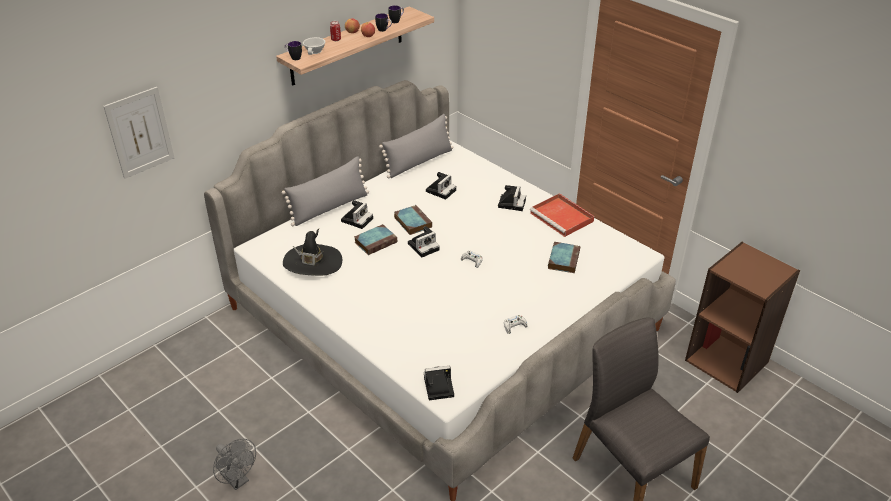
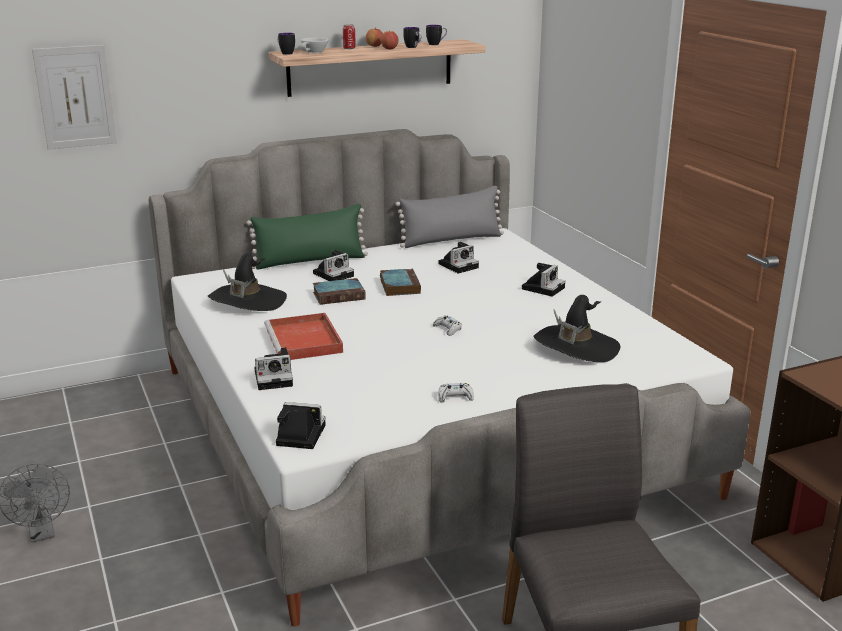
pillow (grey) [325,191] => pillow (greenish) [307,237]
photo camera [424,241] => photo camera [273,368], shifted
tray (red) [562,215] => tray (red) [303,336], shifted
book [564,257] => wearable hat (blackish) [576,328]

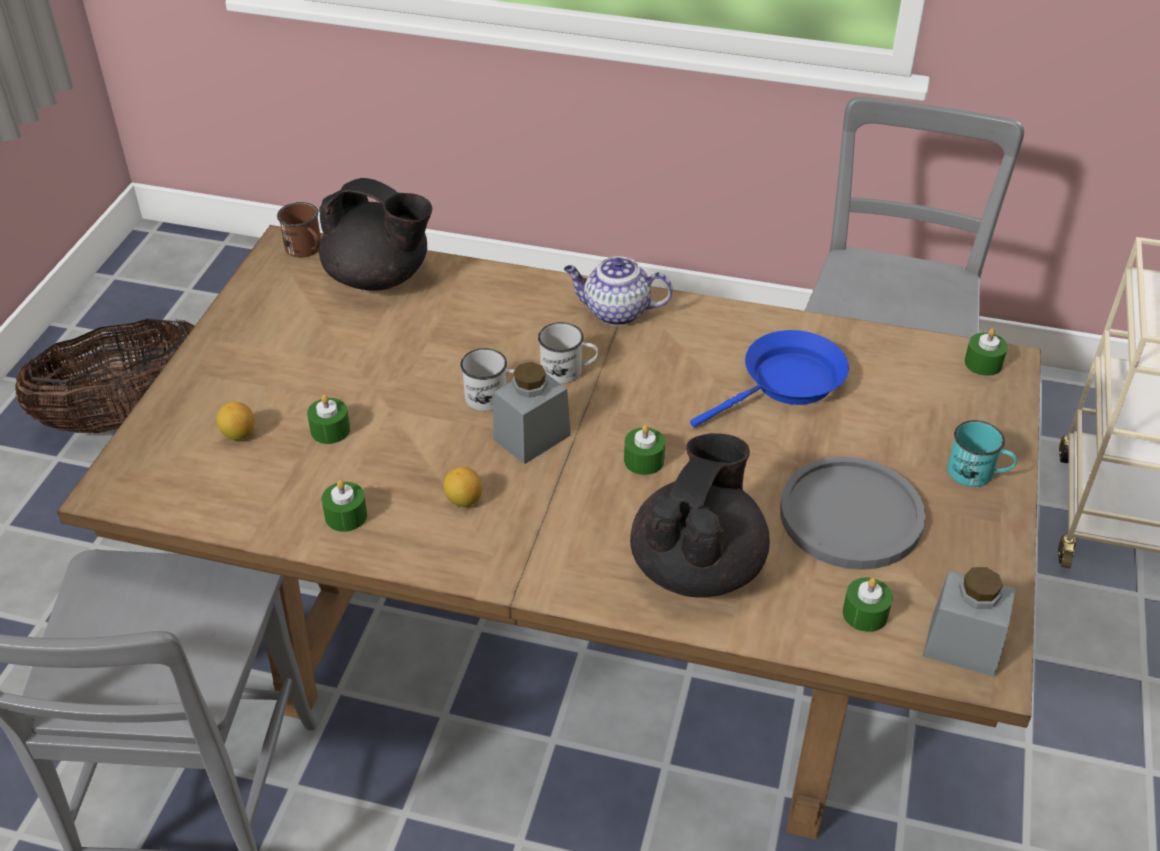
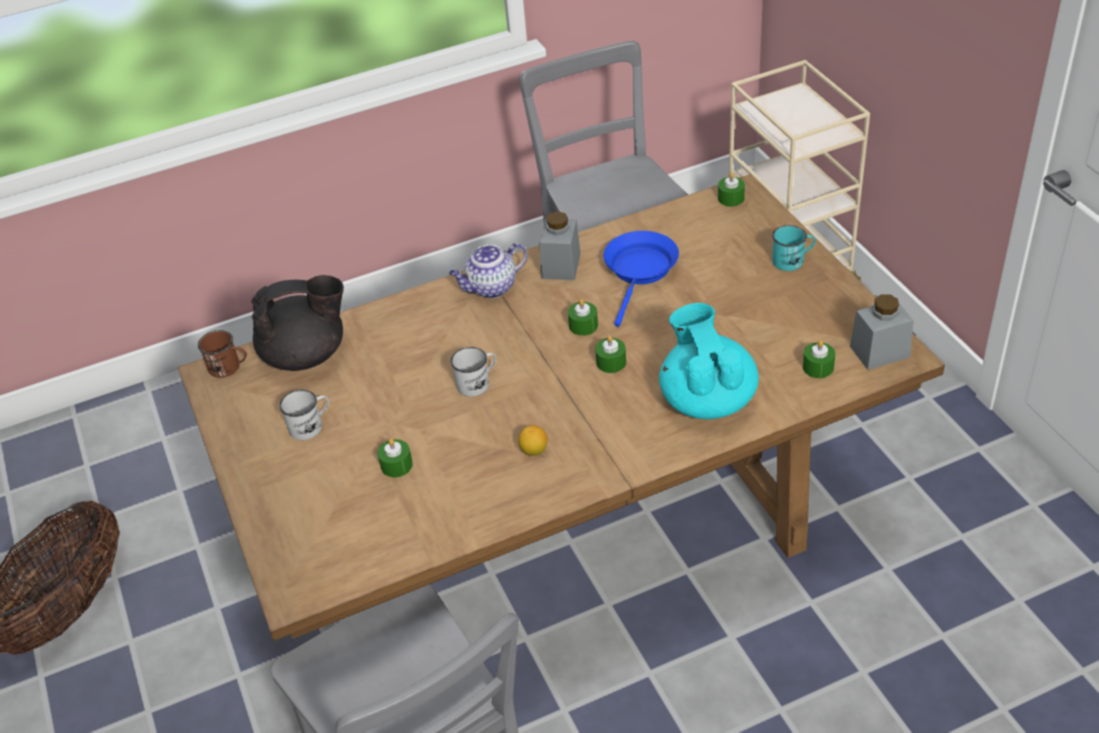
whole lemon [236,421] => nothing
wax light (greenish) [344,506] => wax light (greenish) [583,317], shifted
preserve jar (grey) [532,413] => preserve jar (grey) [560,245], shifted
tea mug (white-coloured) [568,353] => tea mug (white-coloured) [304,415], shifted
tea pot (blackish) [700,515] => tea pot (blue-green) [709,361]
plate (grey) [852,513] => nothing

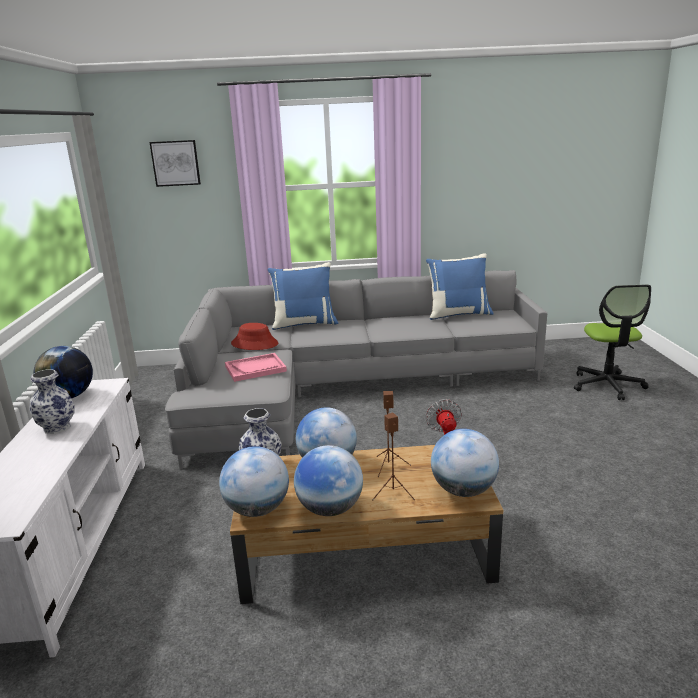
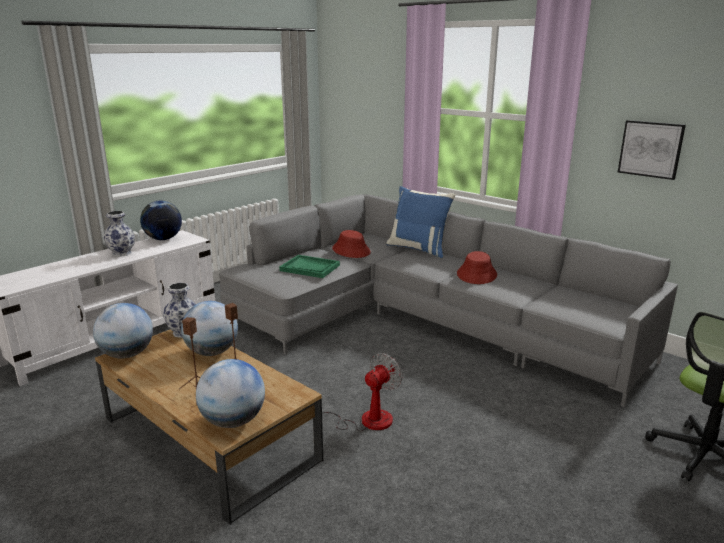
wall picture [175,163] => wall picture [652,150], shifted
tray (pinkish) [256,367] => tray (greenish) [309,266]
desk globe [328,480] => nothing
pillow (bluish) [460,286] => nothing
nothing => wearable hat (red) [477,267]

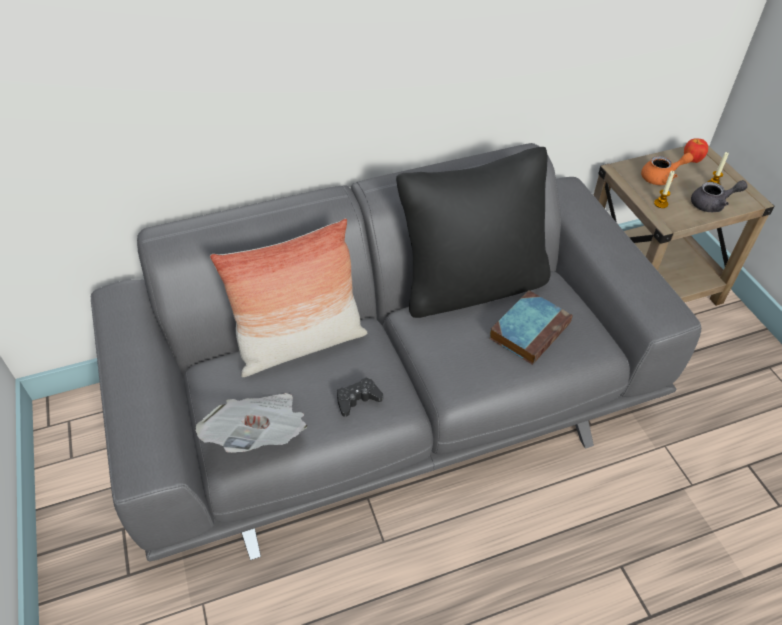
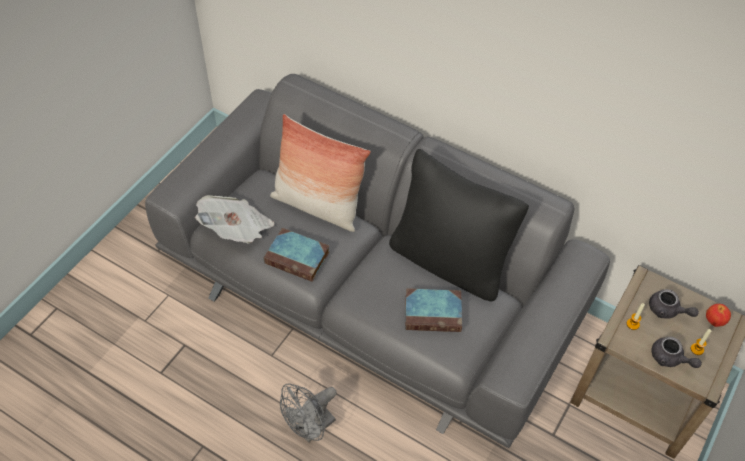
gamepad (blackish) [360,397] => book [297,255]
tea pot (orange) [667,169] => tea pot (grey) [674,304]
nothing => cooling fan (grey) [308,413]

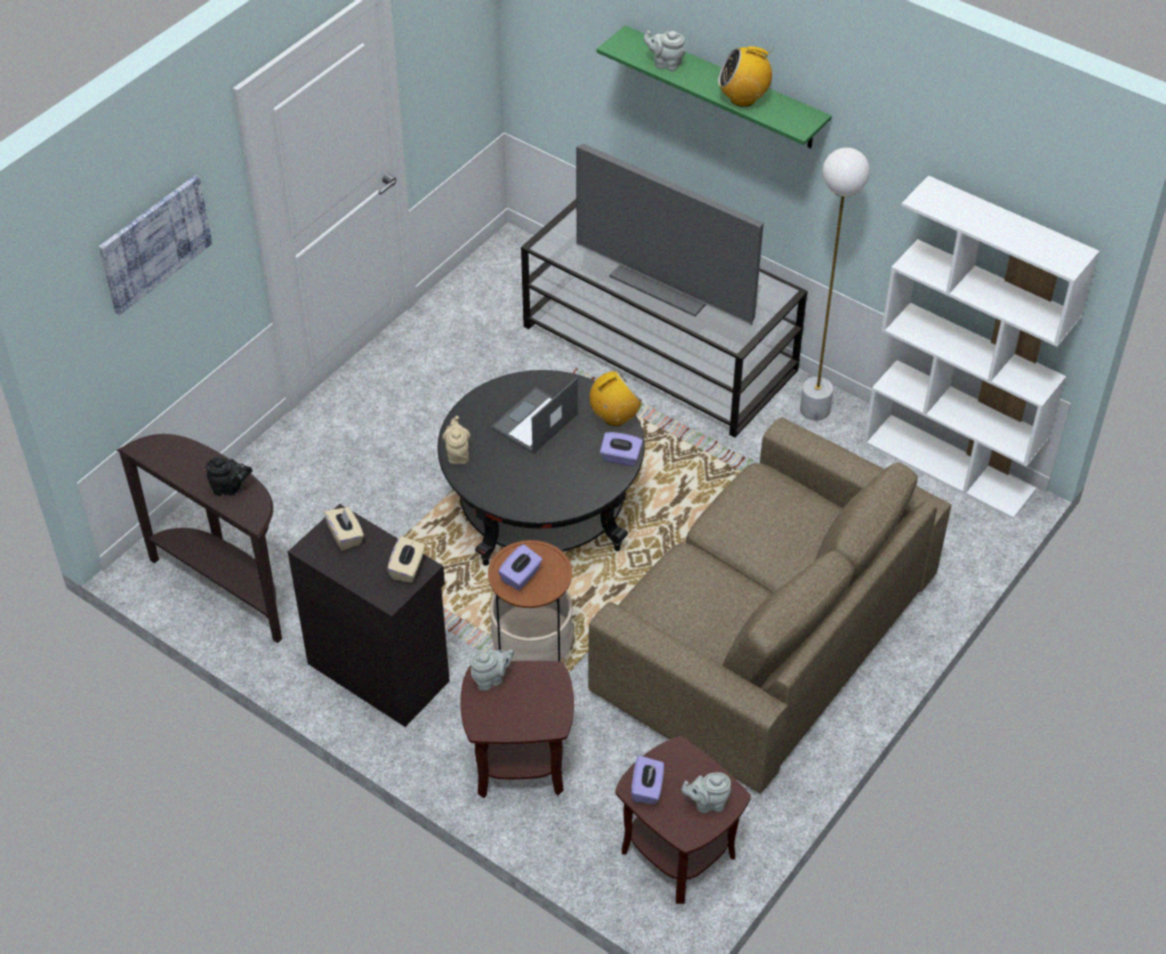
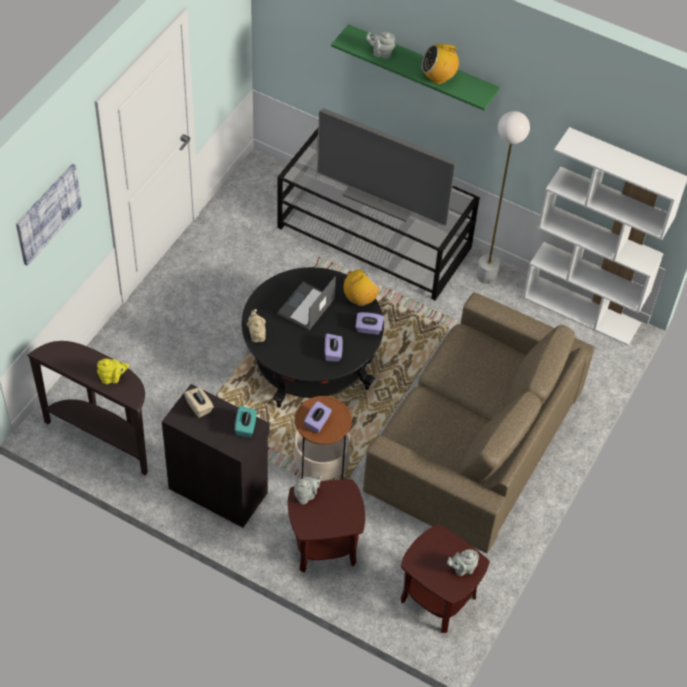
tea pot (blackish) [229,477] => tea pot (yellow-coloured) [113,371]
tissue holder (beige) [406,559] => tissue holder (blue-green) [246,421]
tissue holder (purplish) [647,780] => tissue holder (purplish) [334,348], shifted

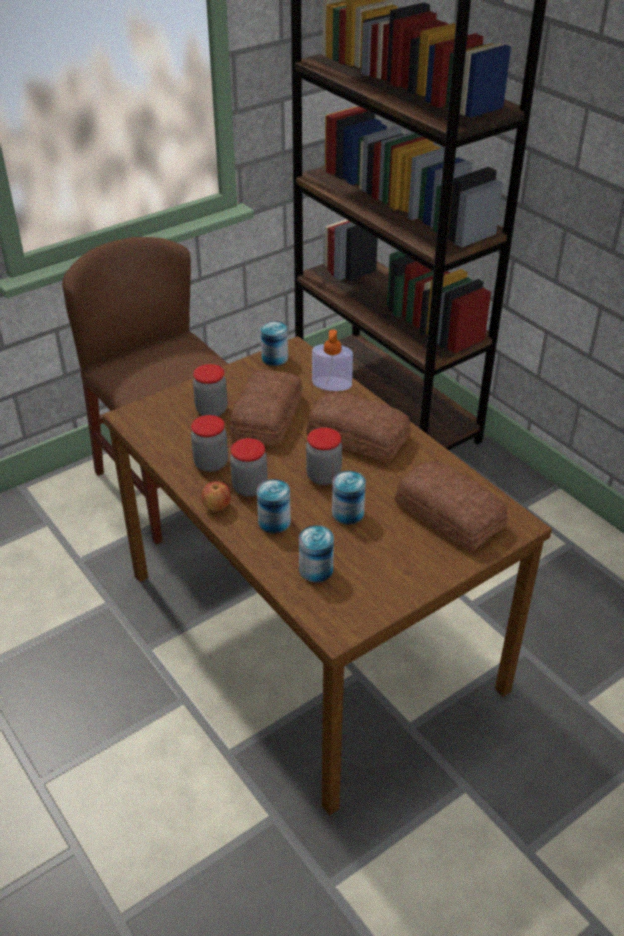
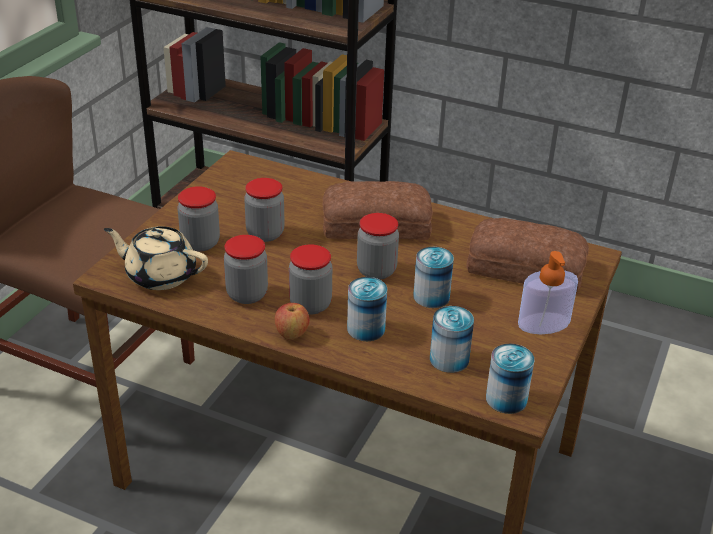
bakery bread [266,408] => preserve jar [264,210]
metal can [274,343] => metal can [510,379], shifted
soap dispenser [332,360] => soap dispenser [548,292], shifted
nothing => tea pot (beige) [156,258]

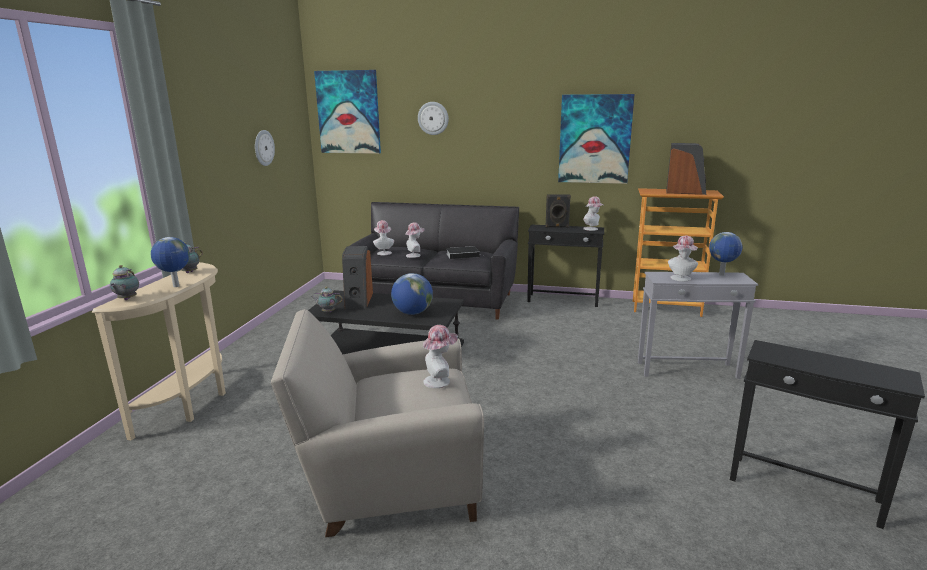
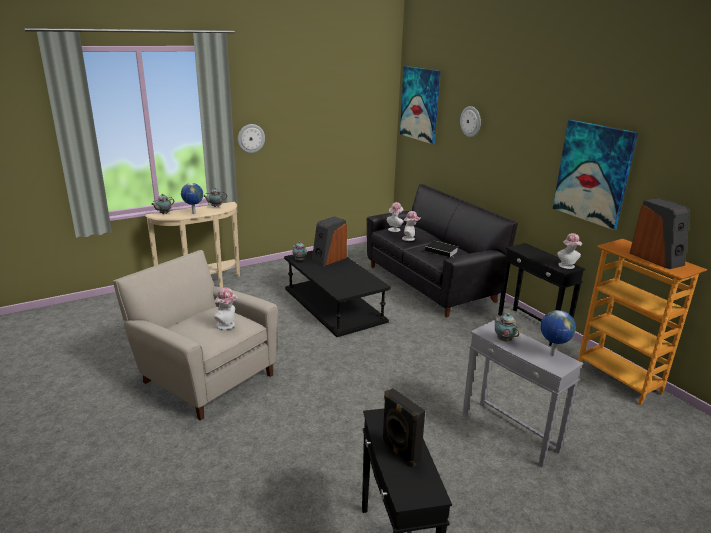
hanging clock [265,148] => hanging clock [251,138], shifted
desk globe [412,294] => nothing
loudspeaker (blackish) [558,211] => loudspeaker (blackish) [403,427], shifted
wearable hat [683,258] => tea pot [506,327]

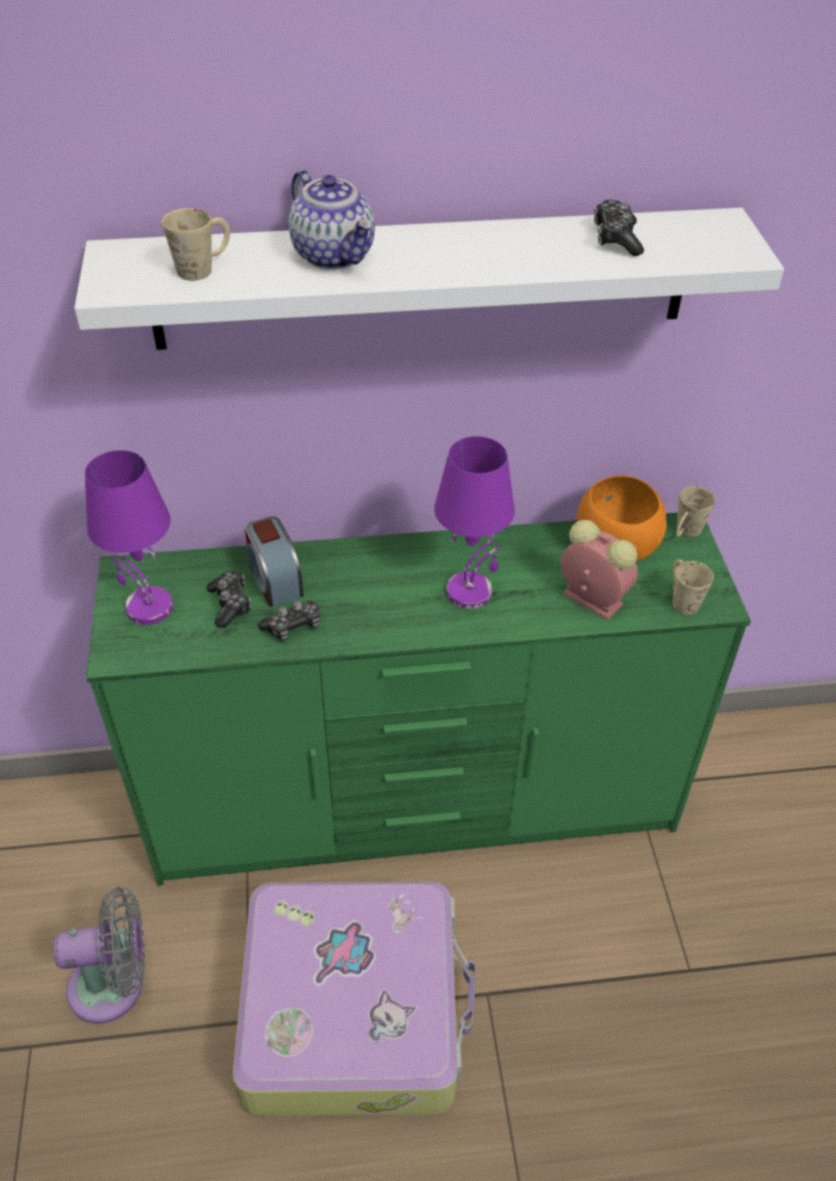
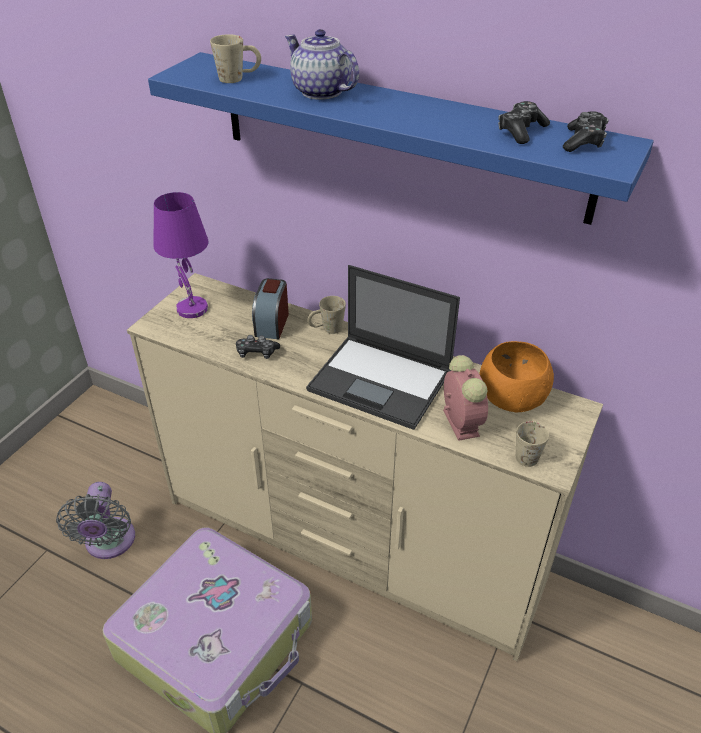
cooling fan (grey) [99,955] => cooling fan (grey) [95,520], 60 degrees clockwise
bracket shelf (white-coloured) [429,279] => bracket shelf (bluish) [401,138]
chest of drawers (greenish) [418,699] => chest of drawers (beige) [365,467]
gamepad [229,599] => gamepad [586,131], shifted
tea pot [332,219] => tea pot [322,64], 135 degrees clockwise
tabletop lamp (purplish) [474,522] => portable computer [383,347]
tea mug (beige) [695,511] => tea mug (beige) [326,315], shifted

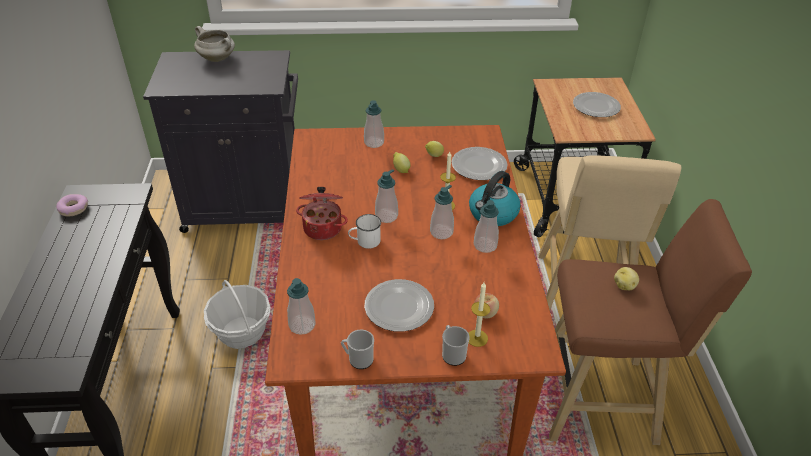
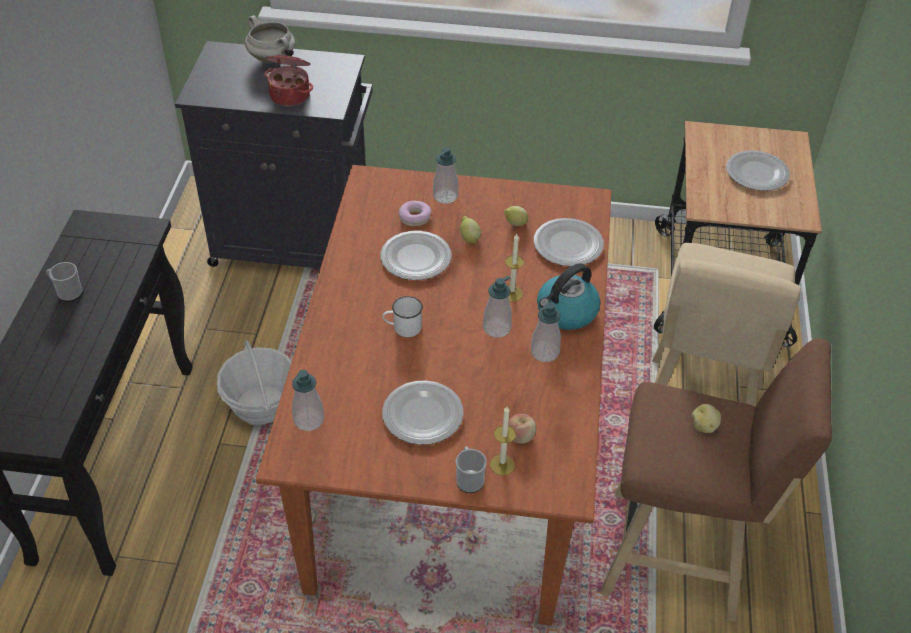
ring doughnut [72,205] => ring doughnut [415,213], shifted
stockpot [322,213] => stockpot [288,77], shifted
tea mug [357,349] => tea mug [64,282], shifted
soap dispenser [386,196] => nothing
nothing => plate [416,255]

